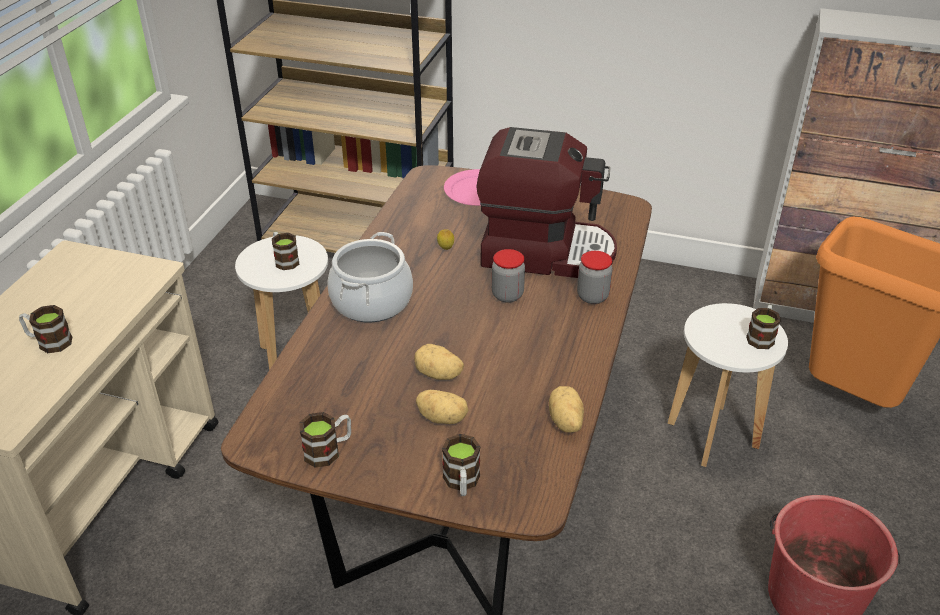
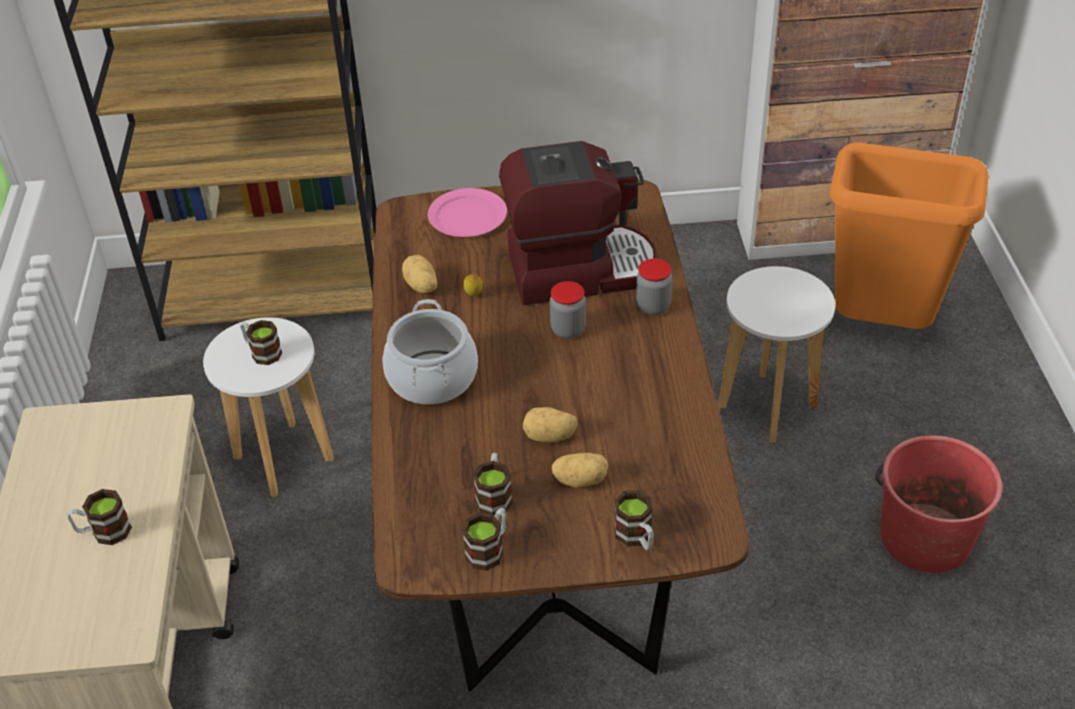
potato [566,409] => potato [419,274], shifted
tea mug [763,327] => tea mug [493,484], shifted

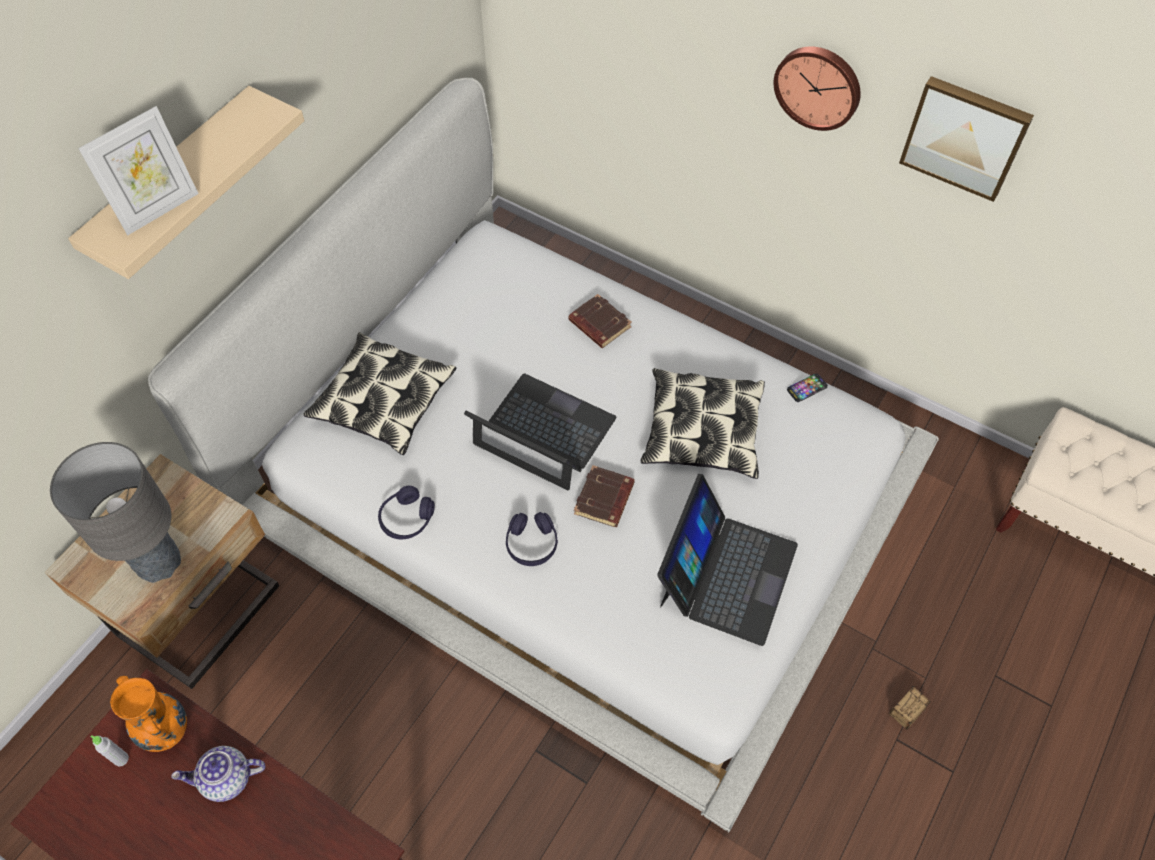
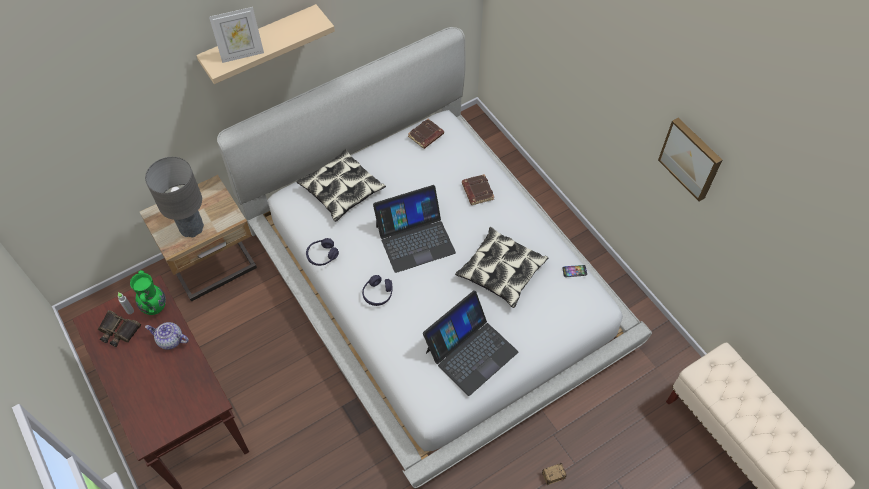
vase (orange) [148,714] => vase (greenish) [148,292]
portable computer [540,432] => portable computer [414,229], 105 degrees clockwise
book (brownish) [604,496] => book (brownish) [426,134], shifted
hanging clock [817,88] => nothing
nothing => pair of binoculars [119,328]

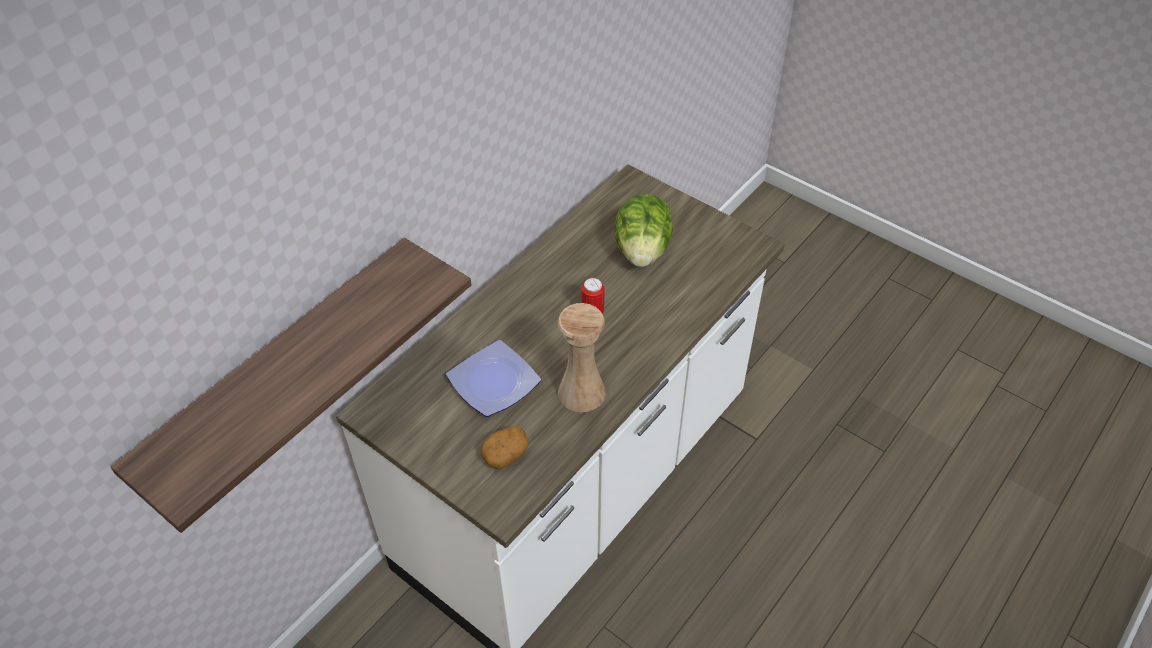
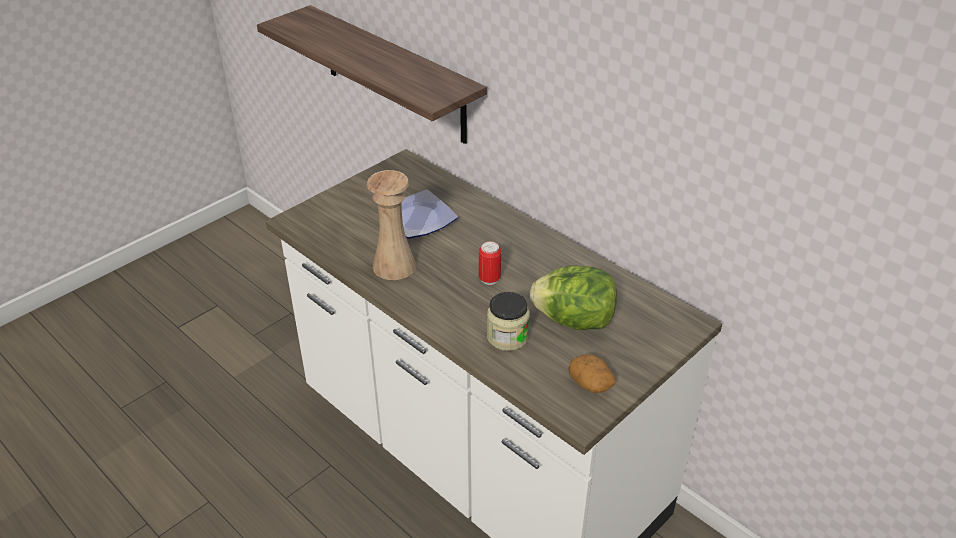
potato [504,448] => potato [591,373], shifted
nothing => preserve jar [508,321]

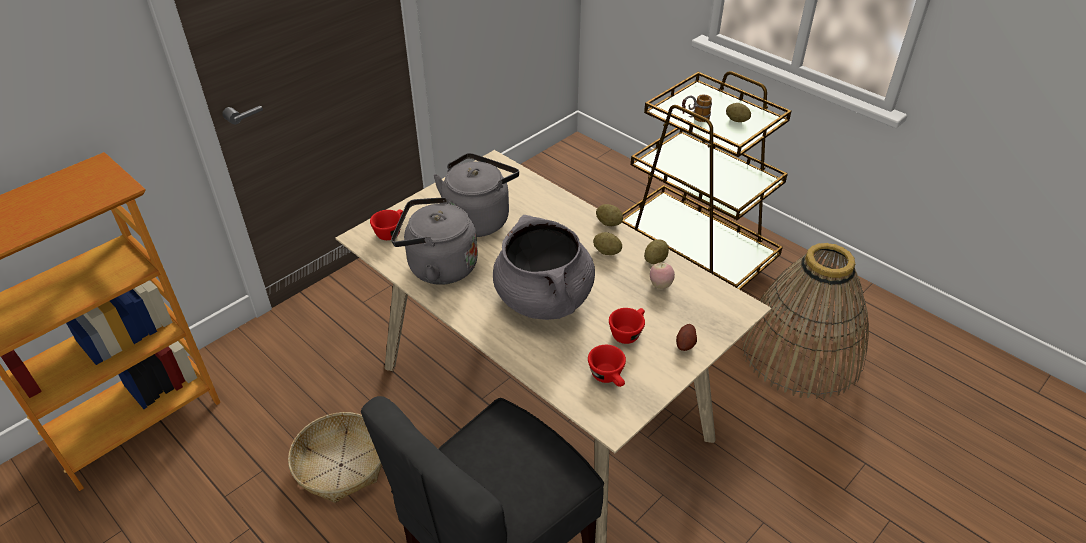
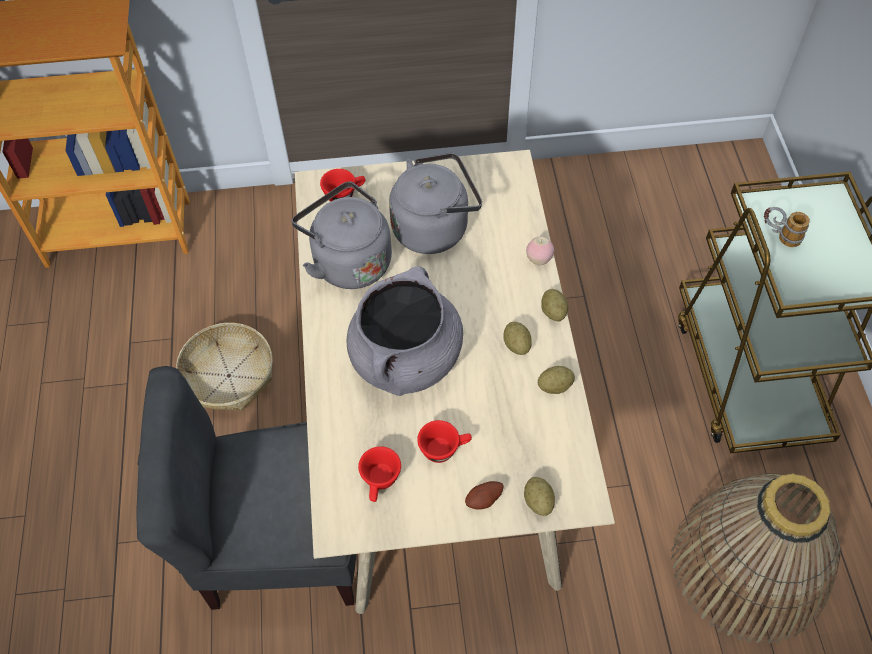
apple [662,275] => apple [540,251], shifted
potato [738,112] => potato [539,496], shifted

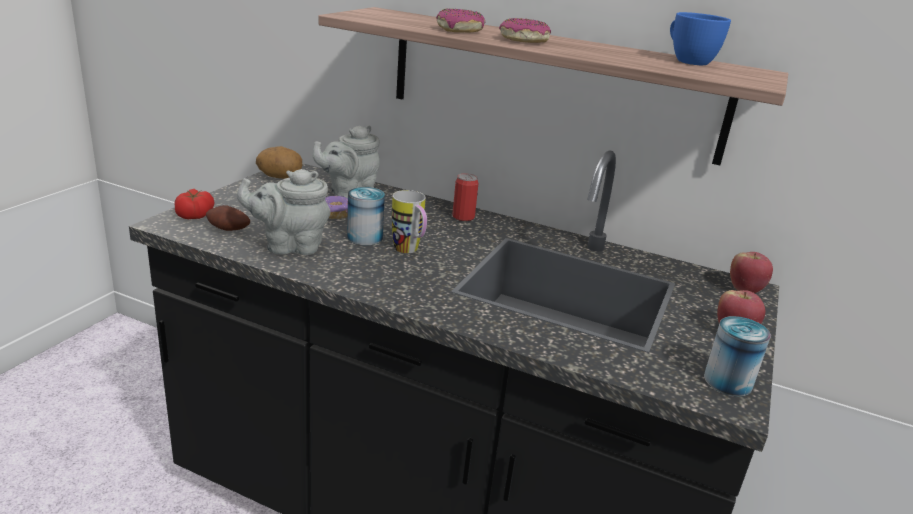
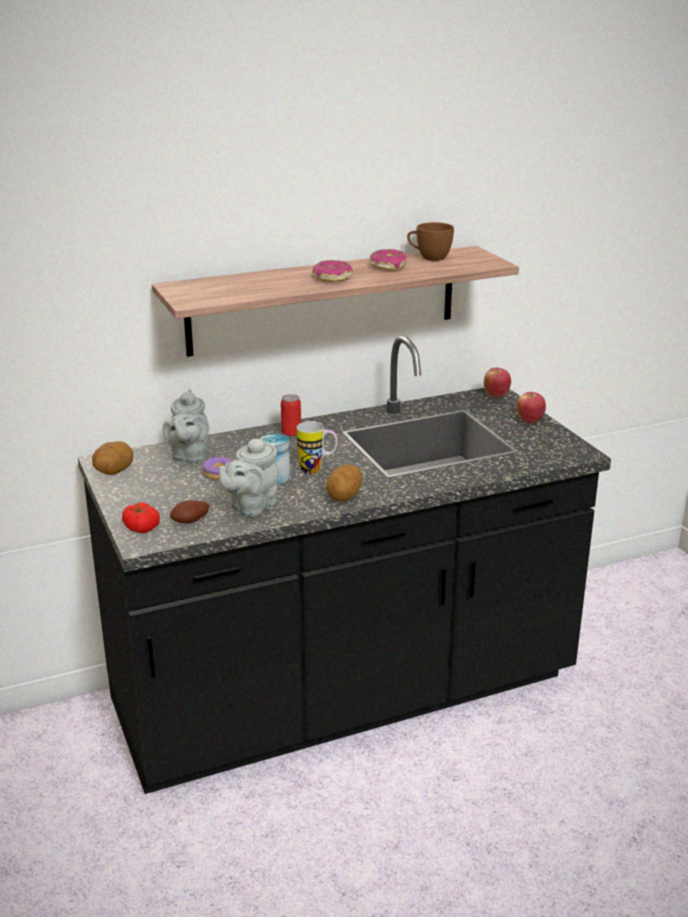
ring doughnut [461,21] => ring doughnut [388,260], shifted
drinking cup (bluish) [700,38] => drinking cup (brownish) [430,241]
metal can [737,356] => nothing
nothing => potato [344,482]

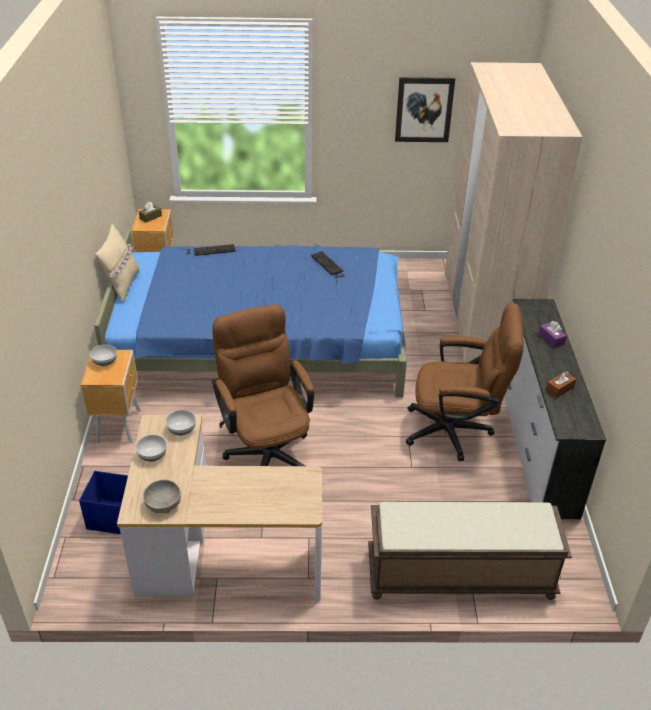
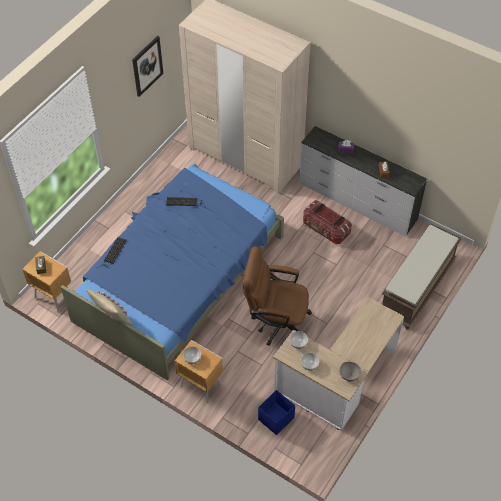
computer chair (brownish) [465,382] => storage container [327,222]

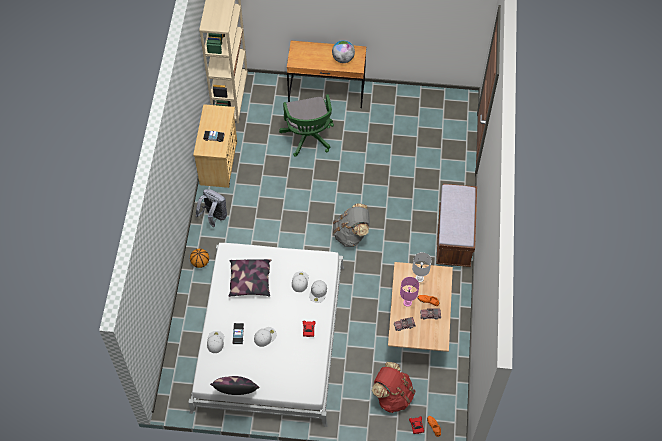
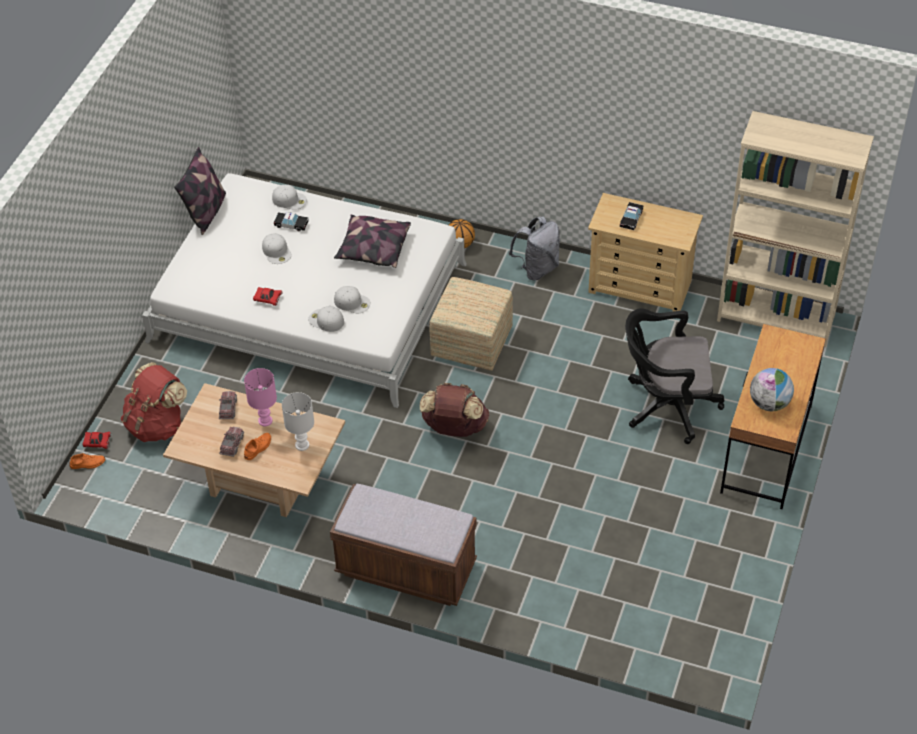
computer chair (greenish) [306,125] => computer chair (blackish) [674,376]
rucksack (grey) [351,225] => rucksack (brownish) [455,410]
nothing => ottoman [471,324]

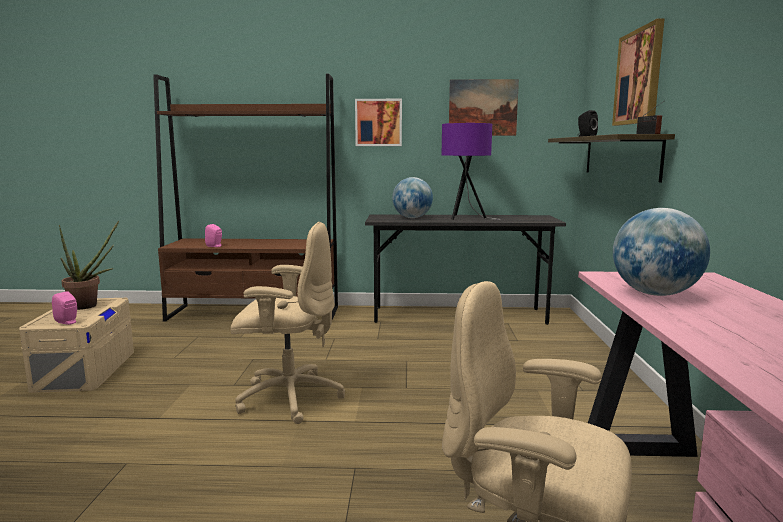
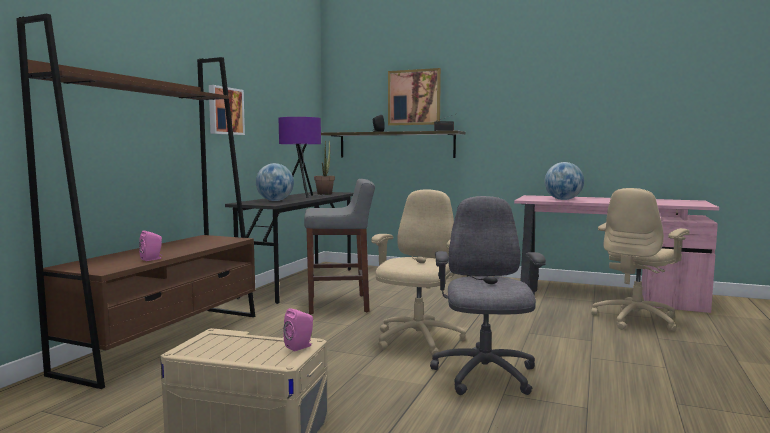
houseplant [89,265] => houseplant [324,168], shifted
wall picture [484,107] => nothing
nothing => stool (grey) [339,246]
nothing => computer chair (grey) [488,295]

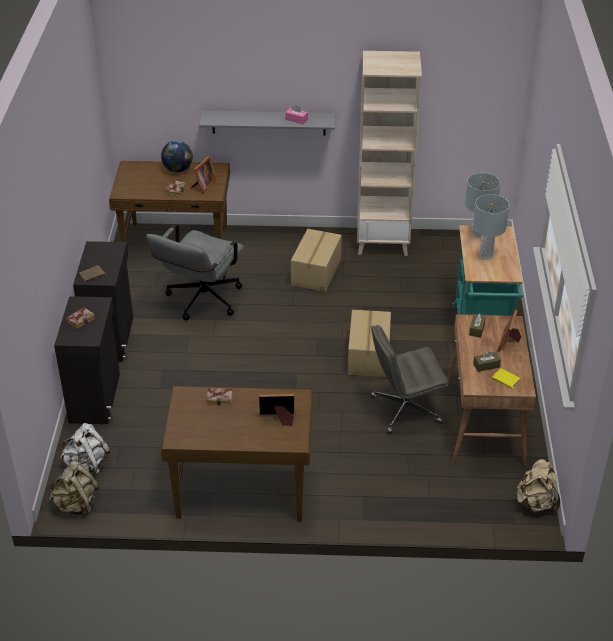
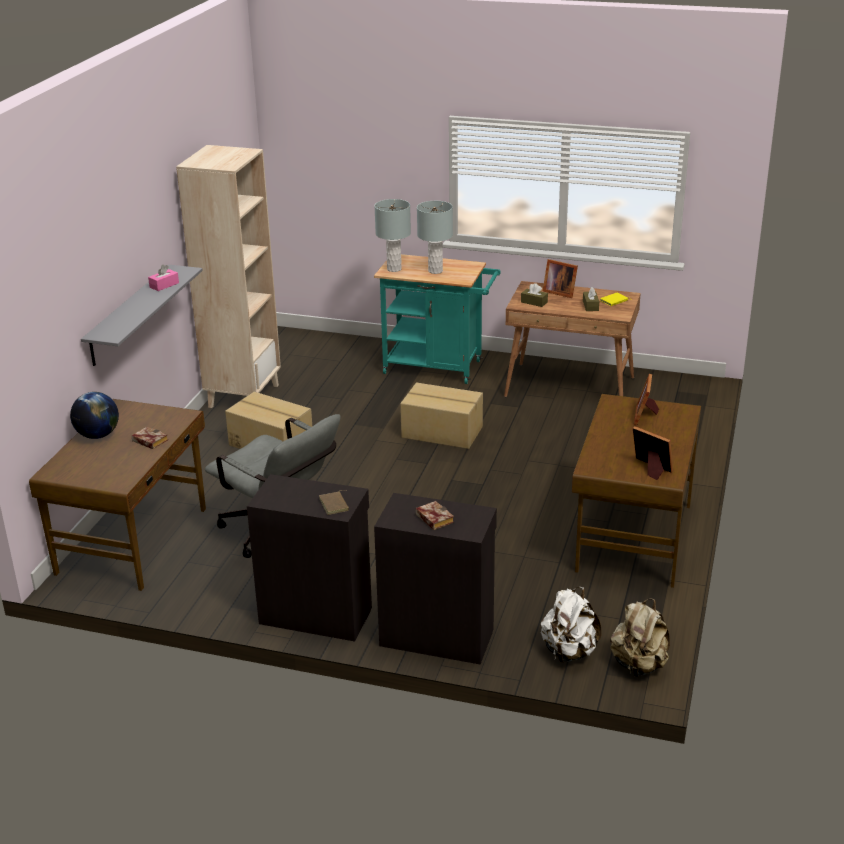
photo frame [204,174] => photo frame [653,453], shifted
book [219,397] => nothing
computer chair (grey) [409,379] => nothing
rucksack (beige) [537,486] => nothing

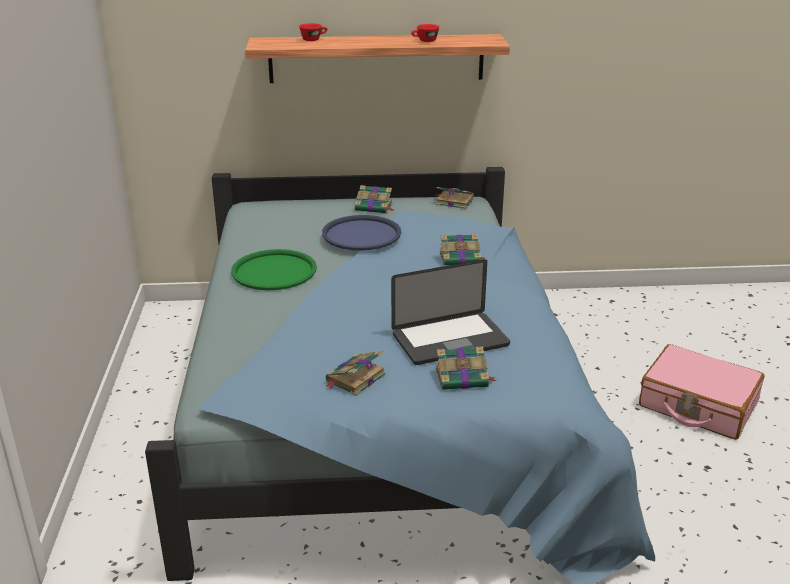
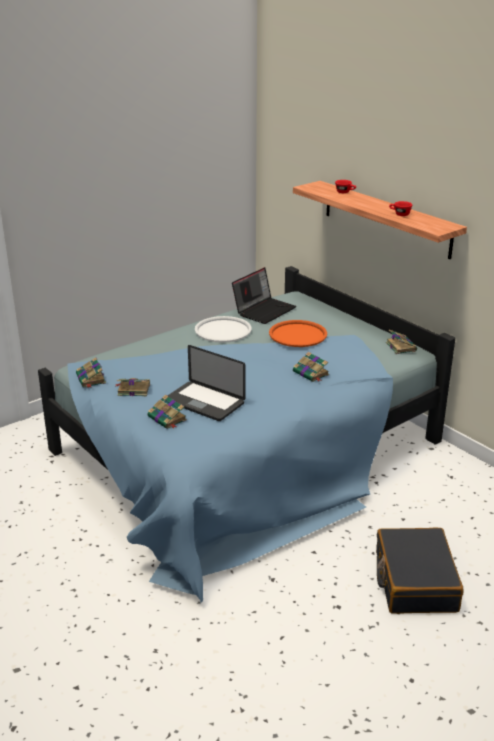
tray (greenish) [274,269] => tray (white-coloured) [223,329]
tray (bluish) [361,233] => tray (orange) [298,333]
book [374,199] => book [91,373], shifted
travel case (pinkish) [702,392] => travel case (blackish) [420,570]
nothing => portable computer [264,295]

